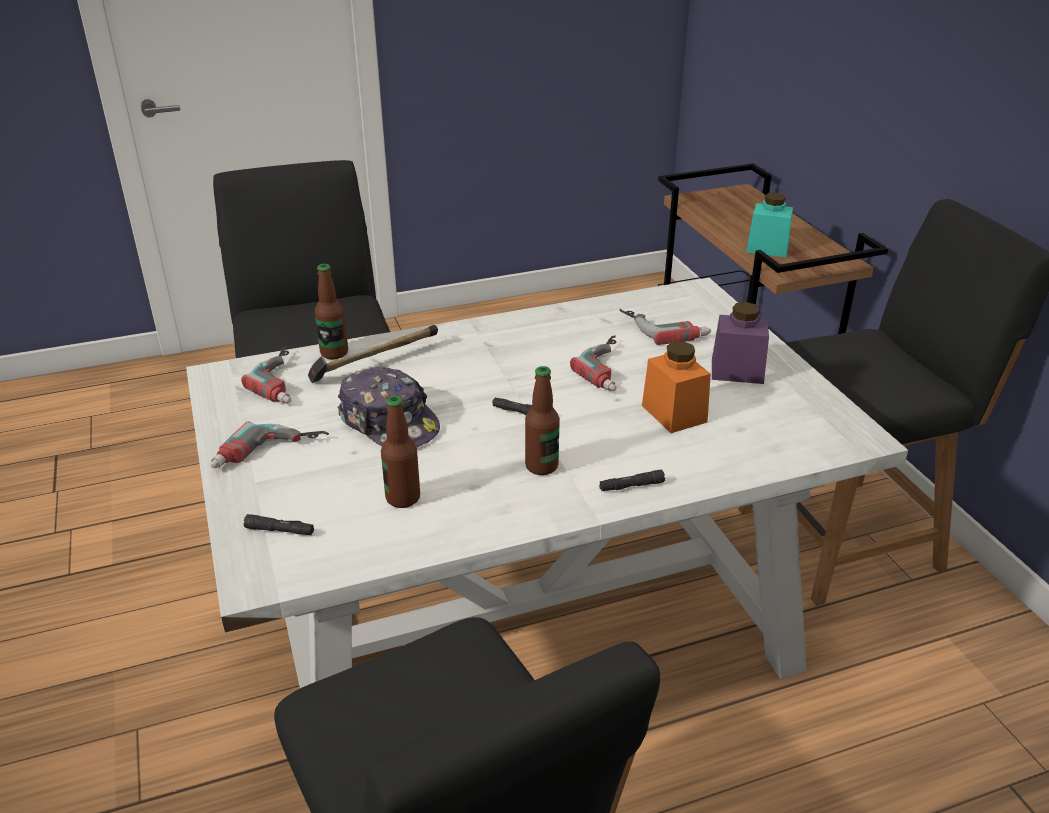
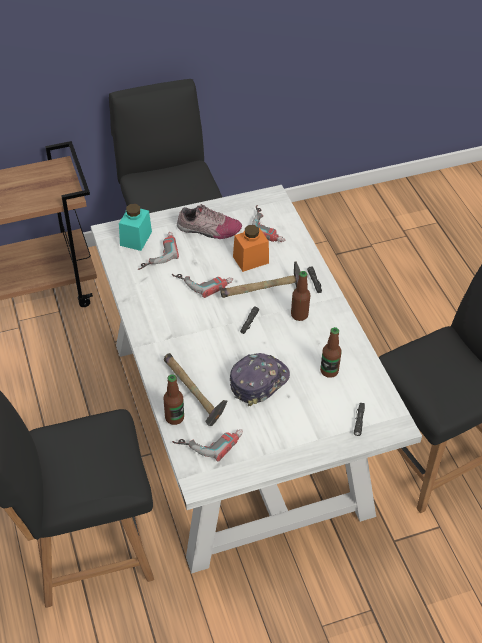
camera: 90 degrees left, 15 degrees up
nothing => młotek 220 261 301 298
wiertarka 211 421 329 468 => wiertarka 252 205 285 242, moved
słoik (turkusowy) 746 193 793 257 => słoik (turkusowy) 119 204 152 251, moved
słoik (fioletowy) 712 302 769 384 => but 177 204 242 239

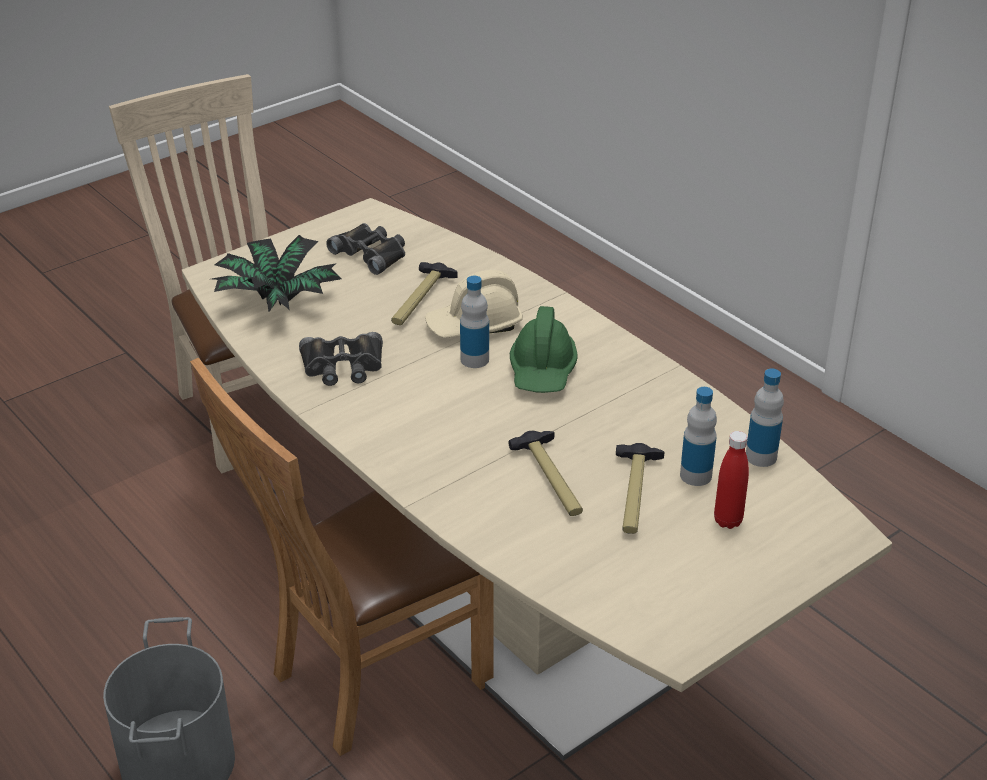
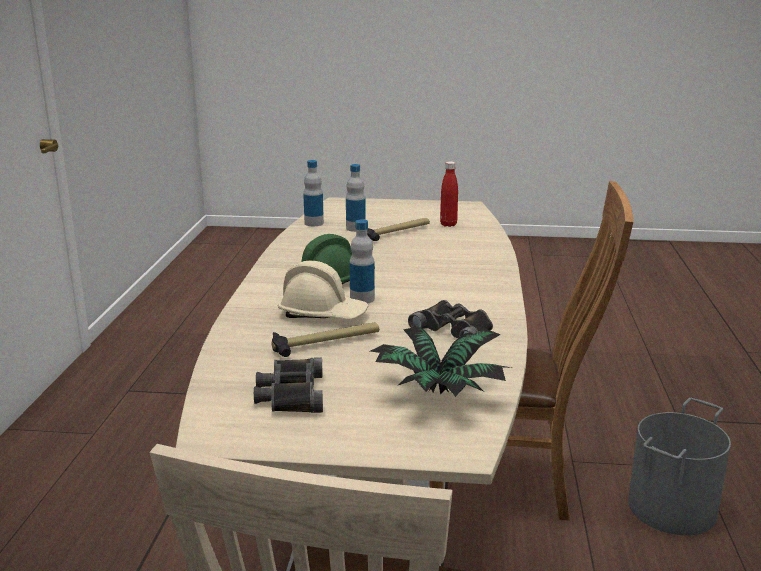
camera: 135 degrees left, 15 degrees down
młotek 508 431 583 516 => nothing
butelka (czerwony) 714 431 749 529 => butelka (czerwony) 440 161 458 227, moved

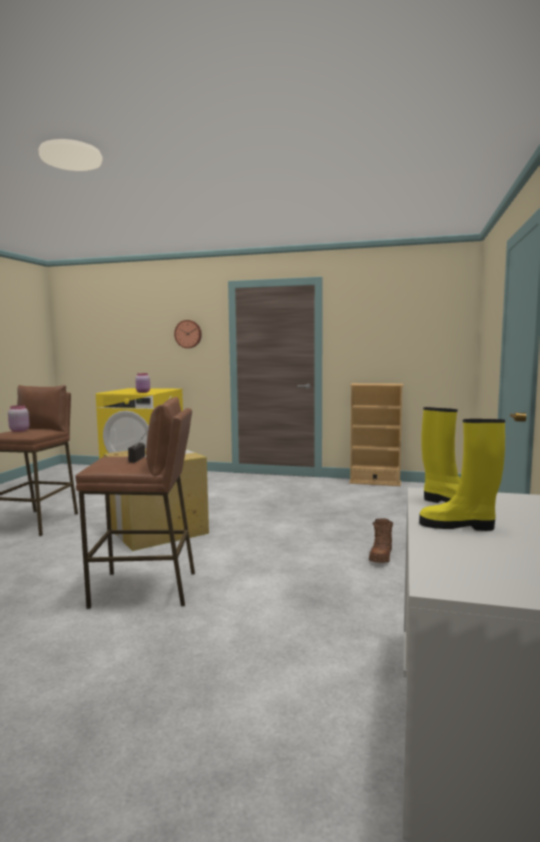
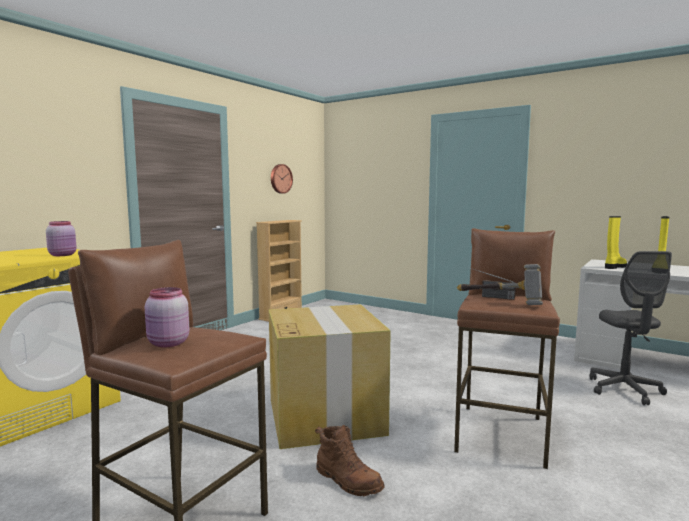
camera: 70 degrees left, 0 degrees up
nothing => młotek 457 264 543 305
nothing => krzesło biurowe (szary) 589 251 672 405
zegar ścienny 174 320 202 348 => zegar ścienny 271 164 293 194, moved
but z cholewką (brązowy) 369 518 393 563 => but z cholewką (brązowy) 315 425 385 496, moved

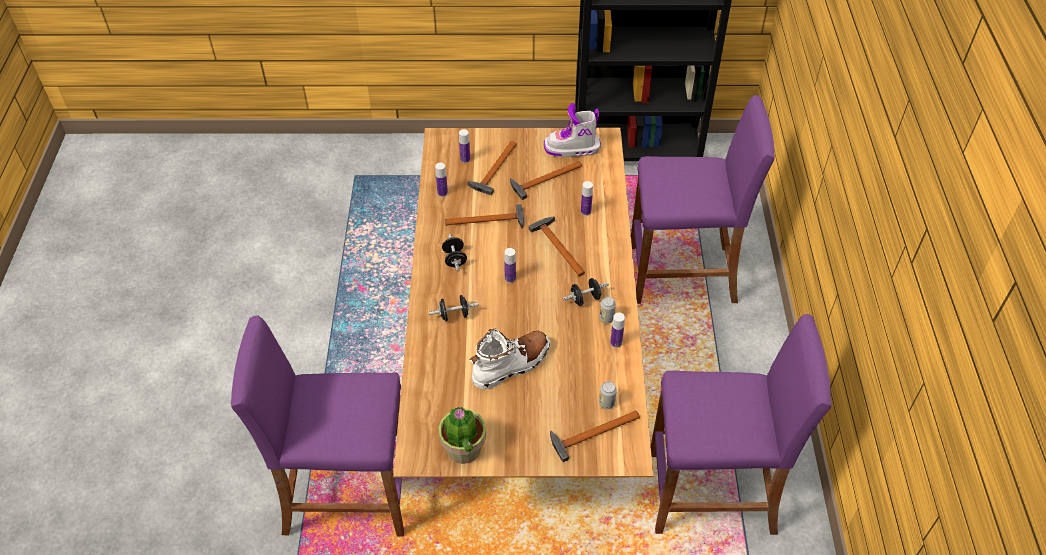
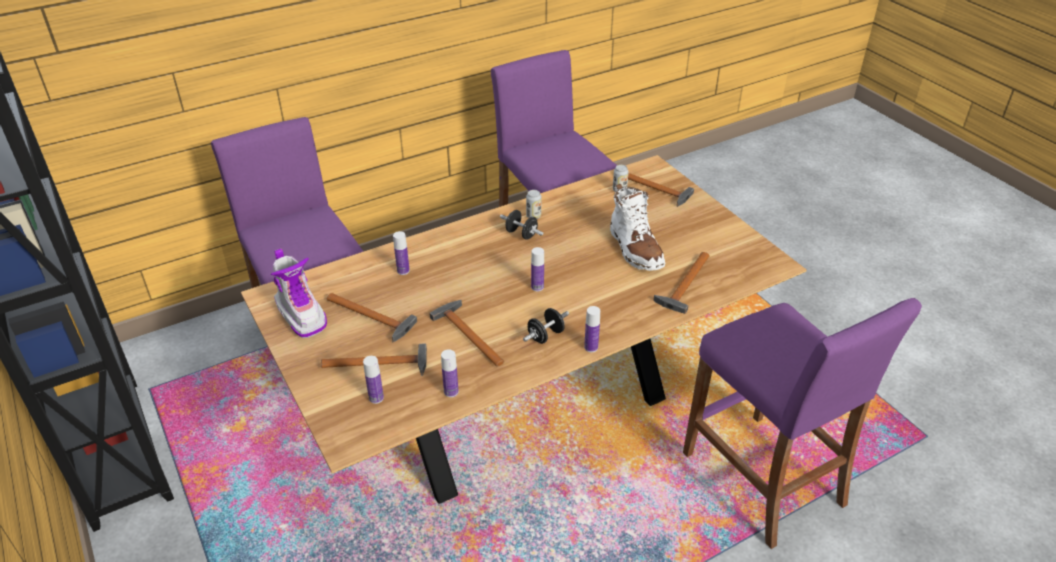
camera: 120 degrees left, 10 degrees down
hantel (czarny) 429 295 479 322 => nothing
roślina doniczkowa 438 407 486 464 => nothing
młotek 528 216 585 276 => młotek 653 252 710 314, moved
butelka 610 312 625 348 => butelka 584 306 600 352, moved
but z cholewką (biały) 470 328 550 390 => but z cholewką (biały) 610 184 665 271, 135 degrees counterclockwise

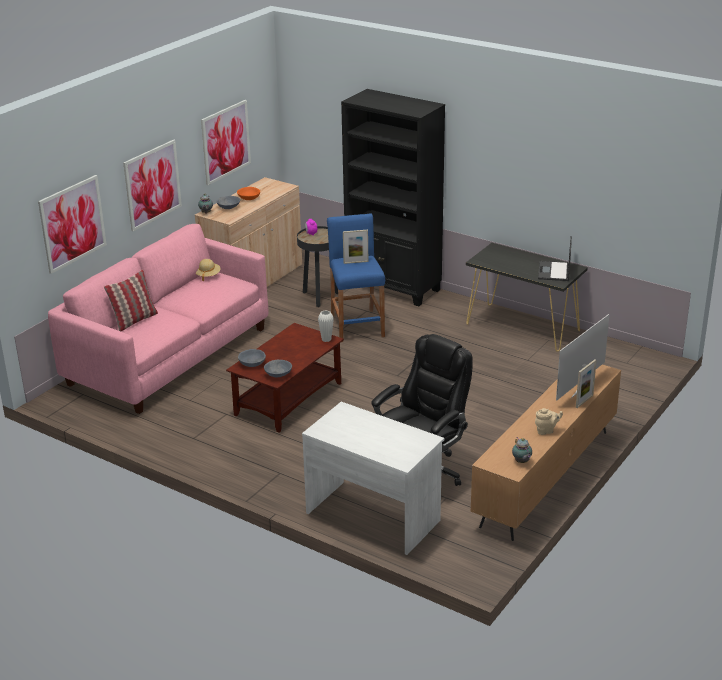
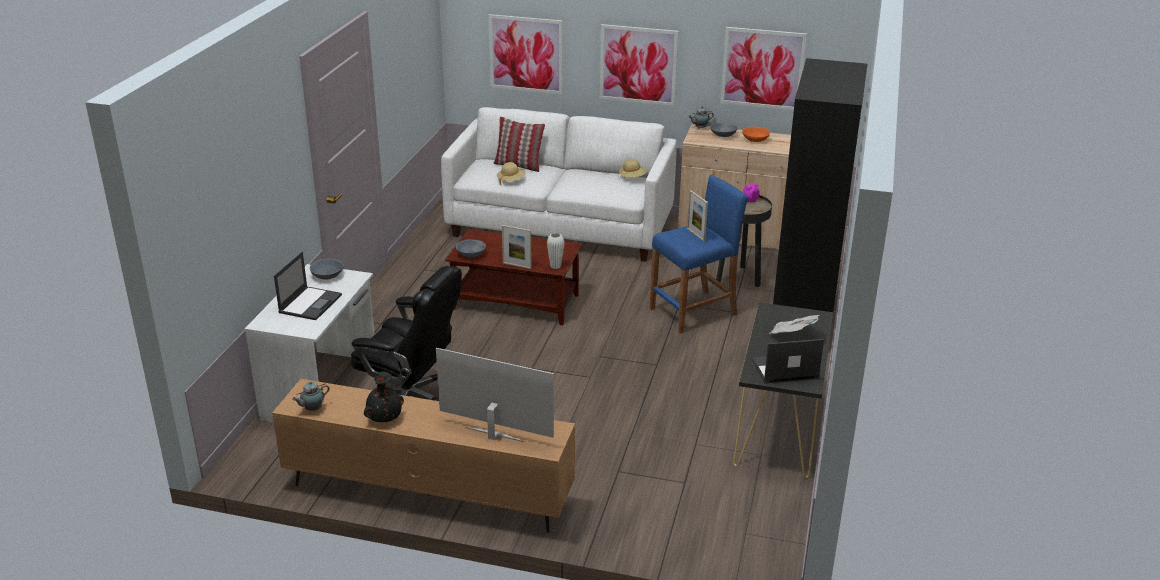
camera: 70 degrees right, 0 degrees up
nothing => laptop 274 252 342 320
nothing => kapelusz (beżowy) 497 162 526 185
nothing => gazeta 769 315 819 334
miska (szary) 238 349 266 367 => miska (szary) 310 259 344 280, moved
ramka na zdjęcie 576 359 597 408 => ramka na zdjęcie 502 225 532 269, moved
imbryk (beżowy) 535 408 563 435 => wazon (czarny) 364 371 404 422
kanapa (różowy) 48 224 268 414 => kanapa (biały) 441 107 677 262

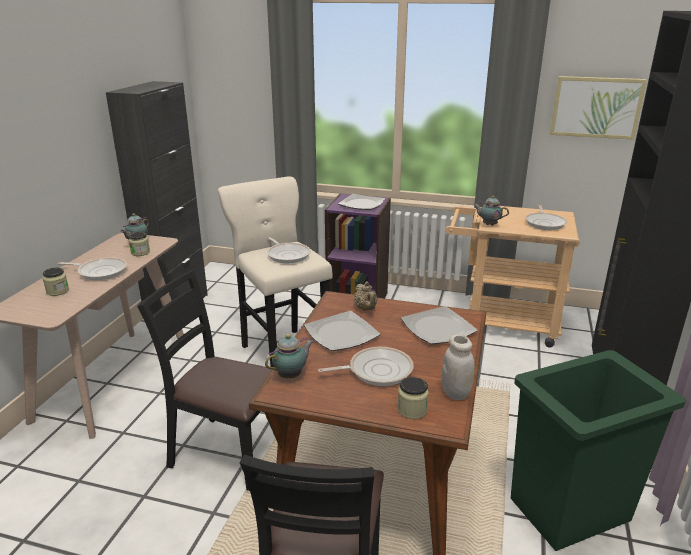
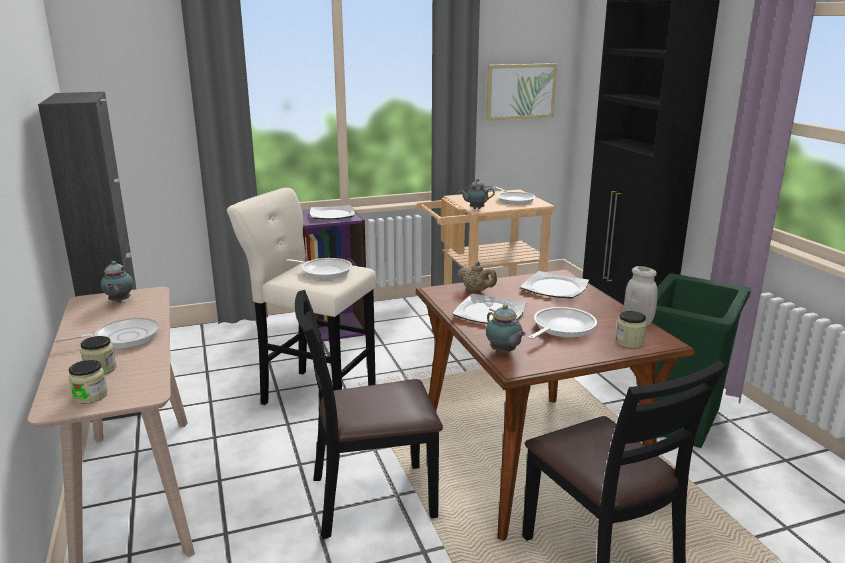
camera: 35 degrees left, 5 degrees down
słoik 129 232 150 256 => słoik 68 360 108 404, moved
imbryk 265 334 314 378 => imbryk 486 304 526 354, 135 degrees clockwise

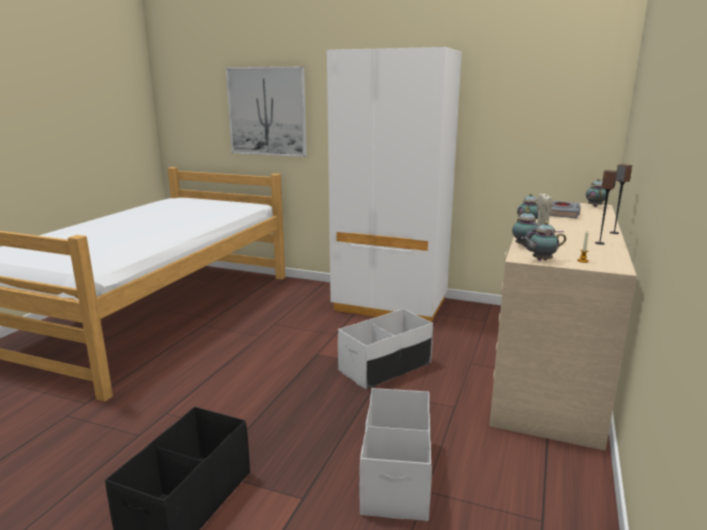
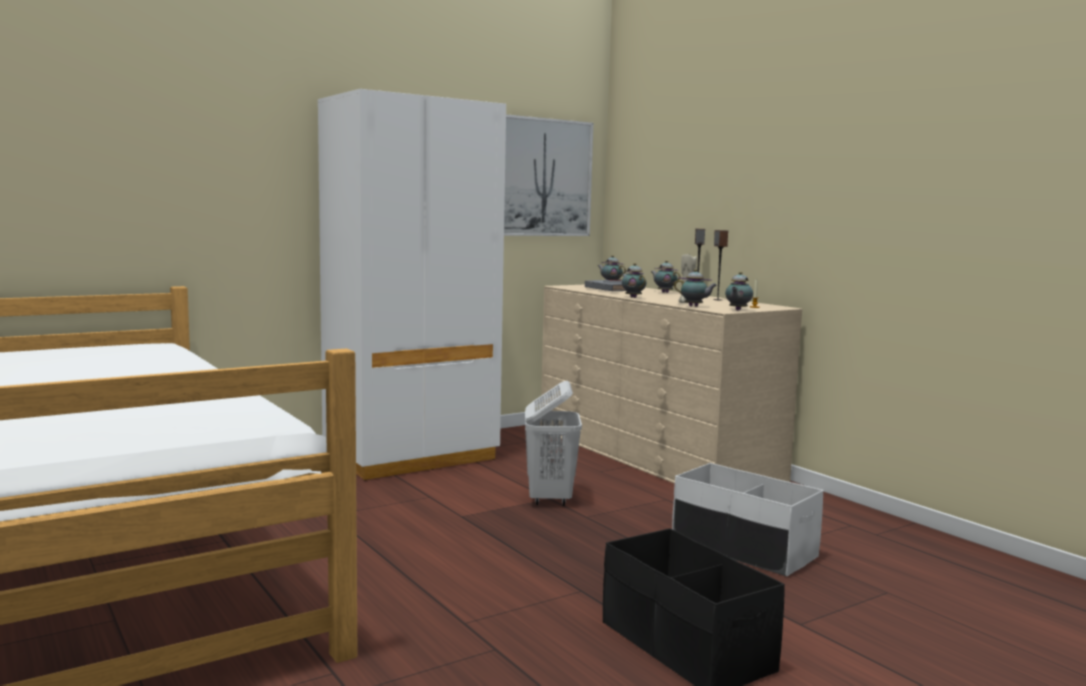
camera: 55 degrees left, 10 degrees down
nothing => imbryk 651 260 680 293
obraz 226 67 307 157 => obraz 504 114 593 236, moved
pojemnik do przechowywania (biały) 338 309 433 389 => kosz na pranie (biały) 525 381 582 506

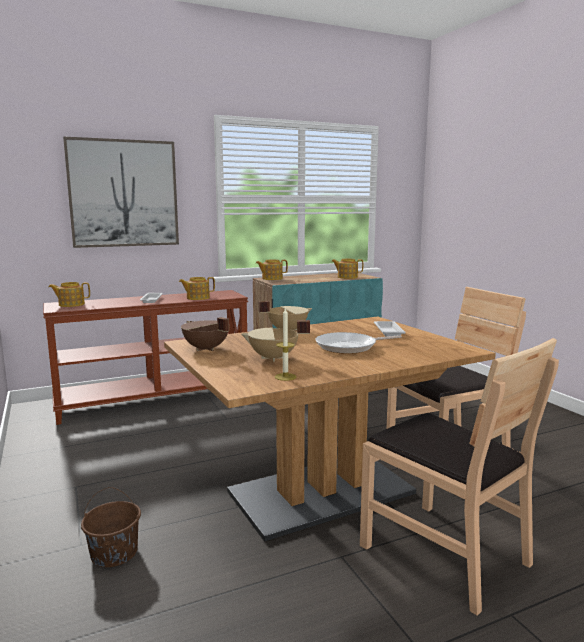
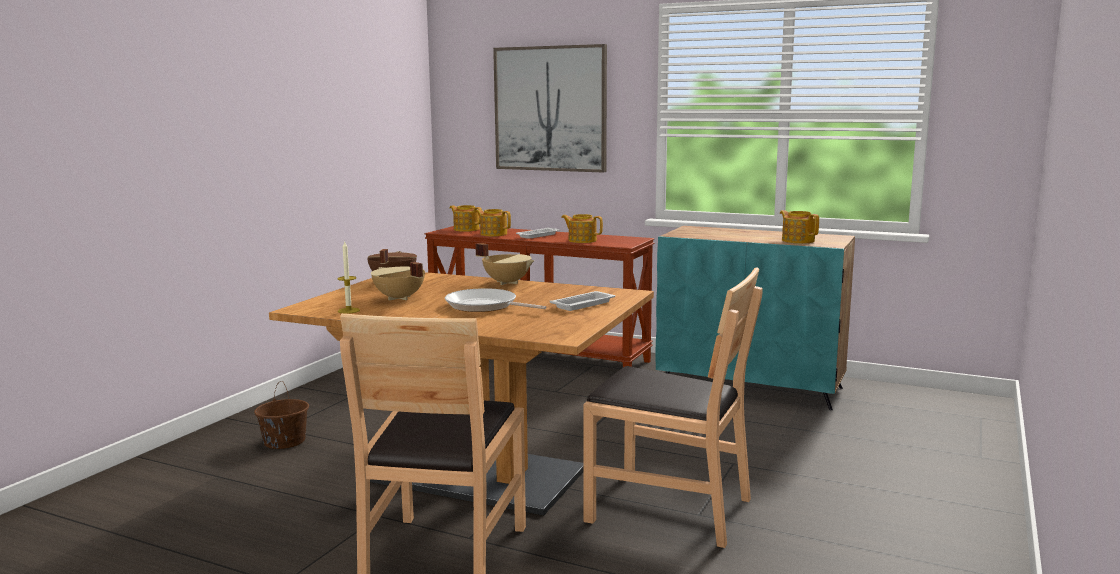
camera: 50 degrees right, 0 degrees up
imbryk 256 259 288 280 => imbryk 475 209 511 237, moved

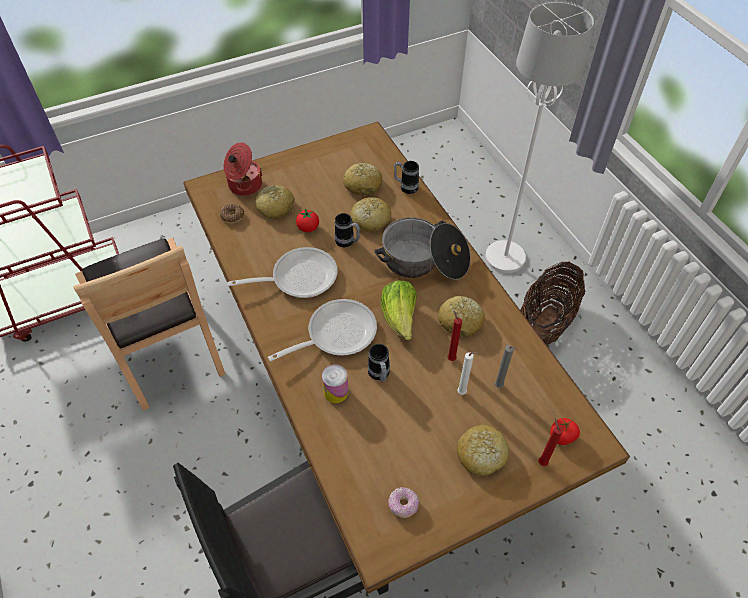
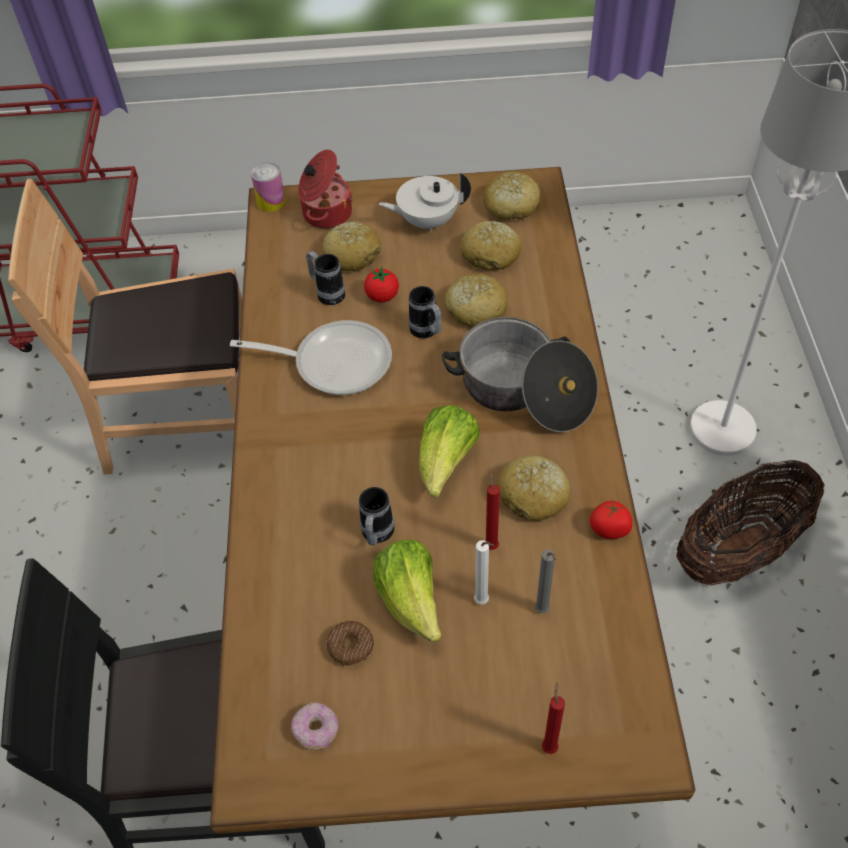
camera: 25 degrees right, 0 degrees up
patelnia 268 299 377 361 => nothing
nothing => sałata 373 540 441 642
nothing => imbryk (biały) 379 173 471 231
donut 220 204 244 224 => donut 327 621 374 666, moved
puszka 322 364 348 403 => puszka 251 162 286 212, moved
kubek 394 161 419 194 => kubek 306 251 345 305, moved
chleb 457 425 509 476 => chleb 483 171 540 220, moved
pomidor 550 418 580 445 => pomidor 590 499 632 539, moved
krzesło (brązowy) 73 237 225 411 => krzesło (brązowy) 8 179 242 475, 90 degrees clockwise

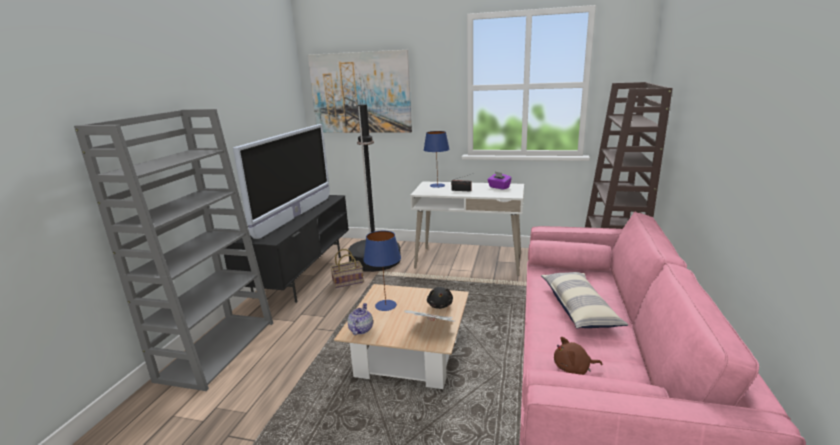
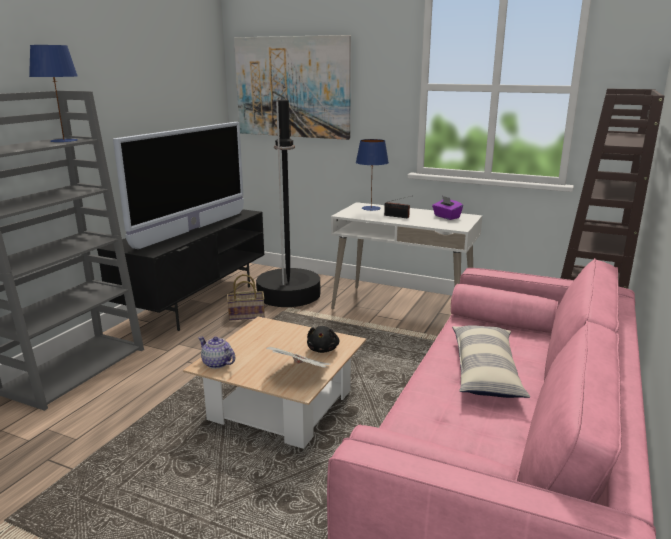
camera: 10 degrees right, 0 degrees up
pluszak (brązowy) 554 337 602 375 => nothing
lampa stołowa (niebieski) 363 231 401 311 => lampa stołowa (niebieski) 29 45 78 142, moved
imbryk 347 303 373 335 => imbryk 198 337 235 369, 75 degrees counterclockwise

